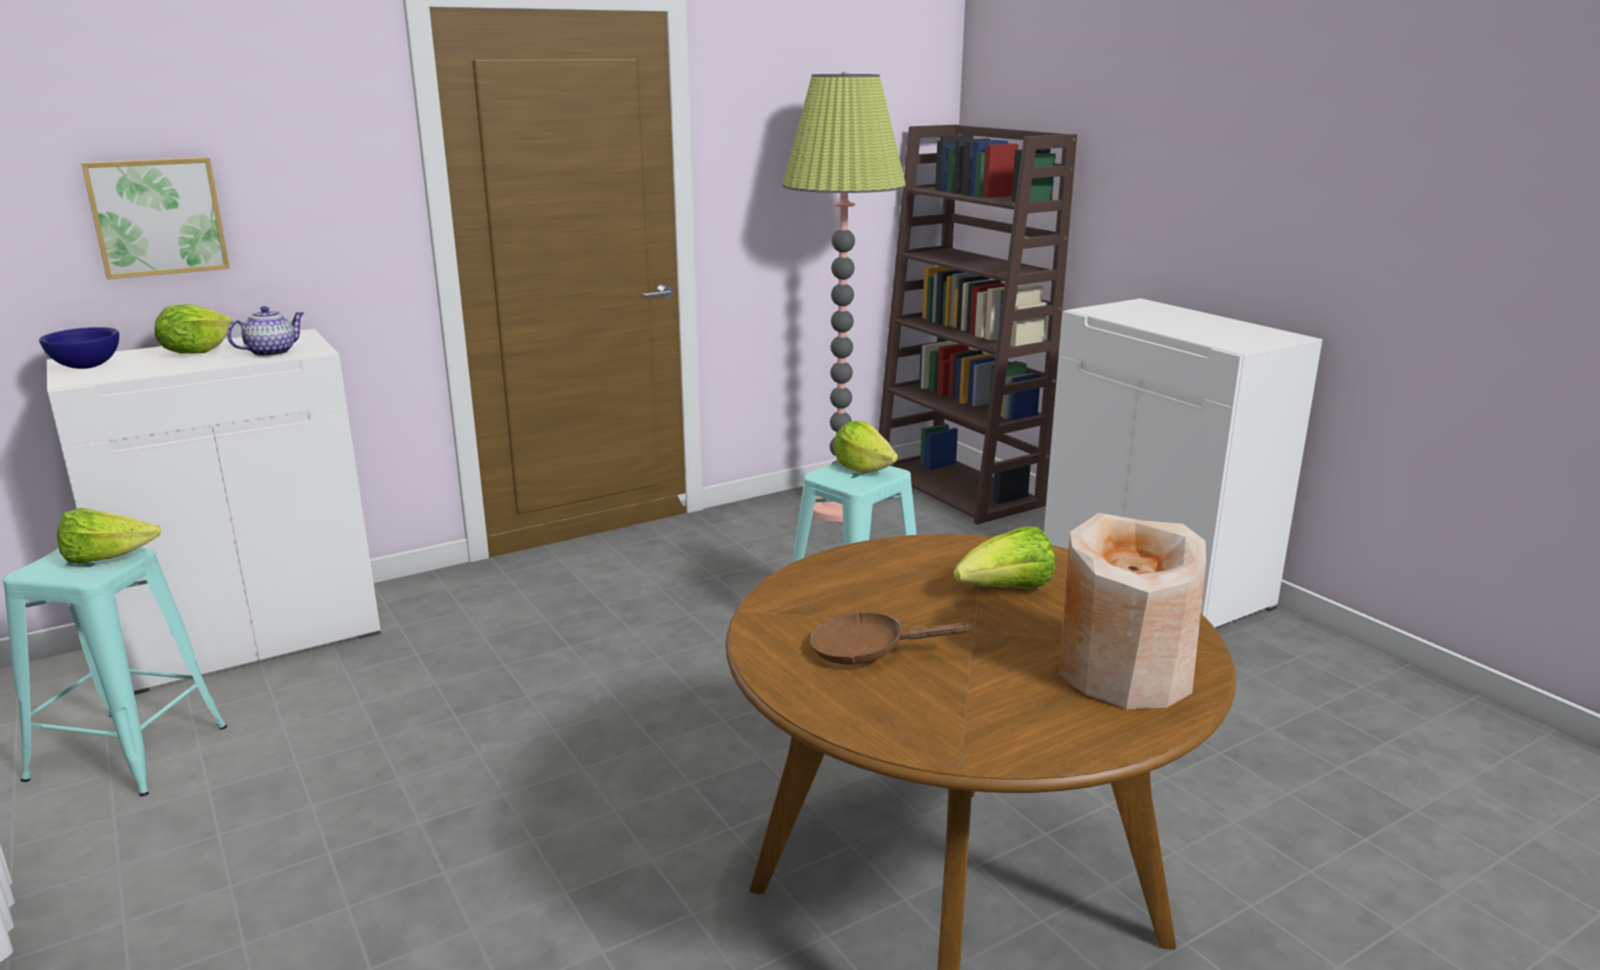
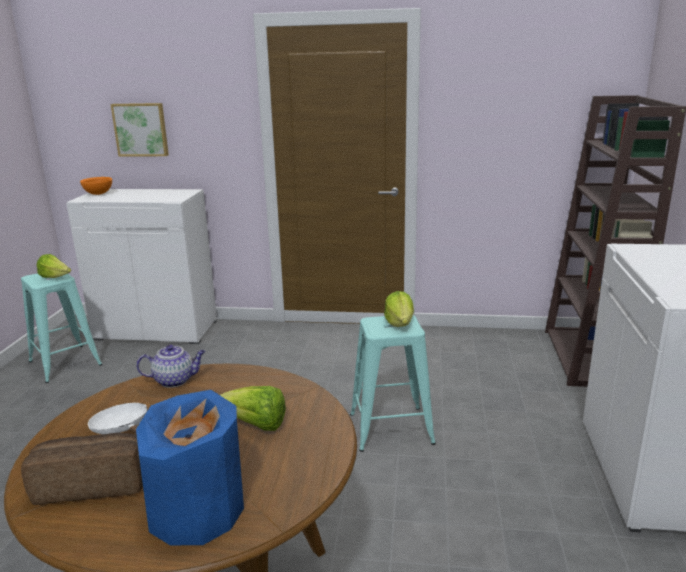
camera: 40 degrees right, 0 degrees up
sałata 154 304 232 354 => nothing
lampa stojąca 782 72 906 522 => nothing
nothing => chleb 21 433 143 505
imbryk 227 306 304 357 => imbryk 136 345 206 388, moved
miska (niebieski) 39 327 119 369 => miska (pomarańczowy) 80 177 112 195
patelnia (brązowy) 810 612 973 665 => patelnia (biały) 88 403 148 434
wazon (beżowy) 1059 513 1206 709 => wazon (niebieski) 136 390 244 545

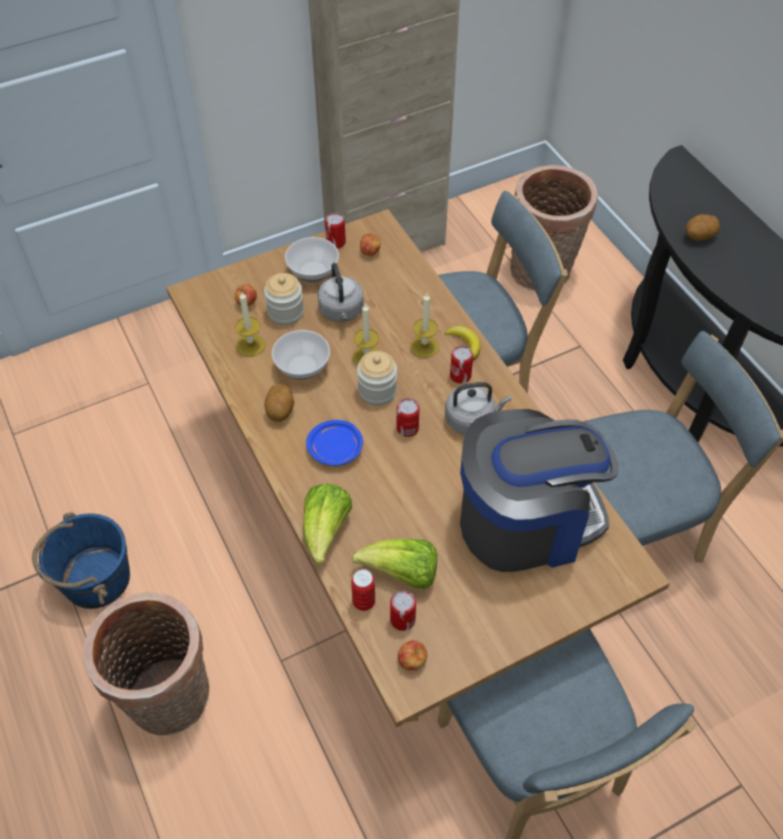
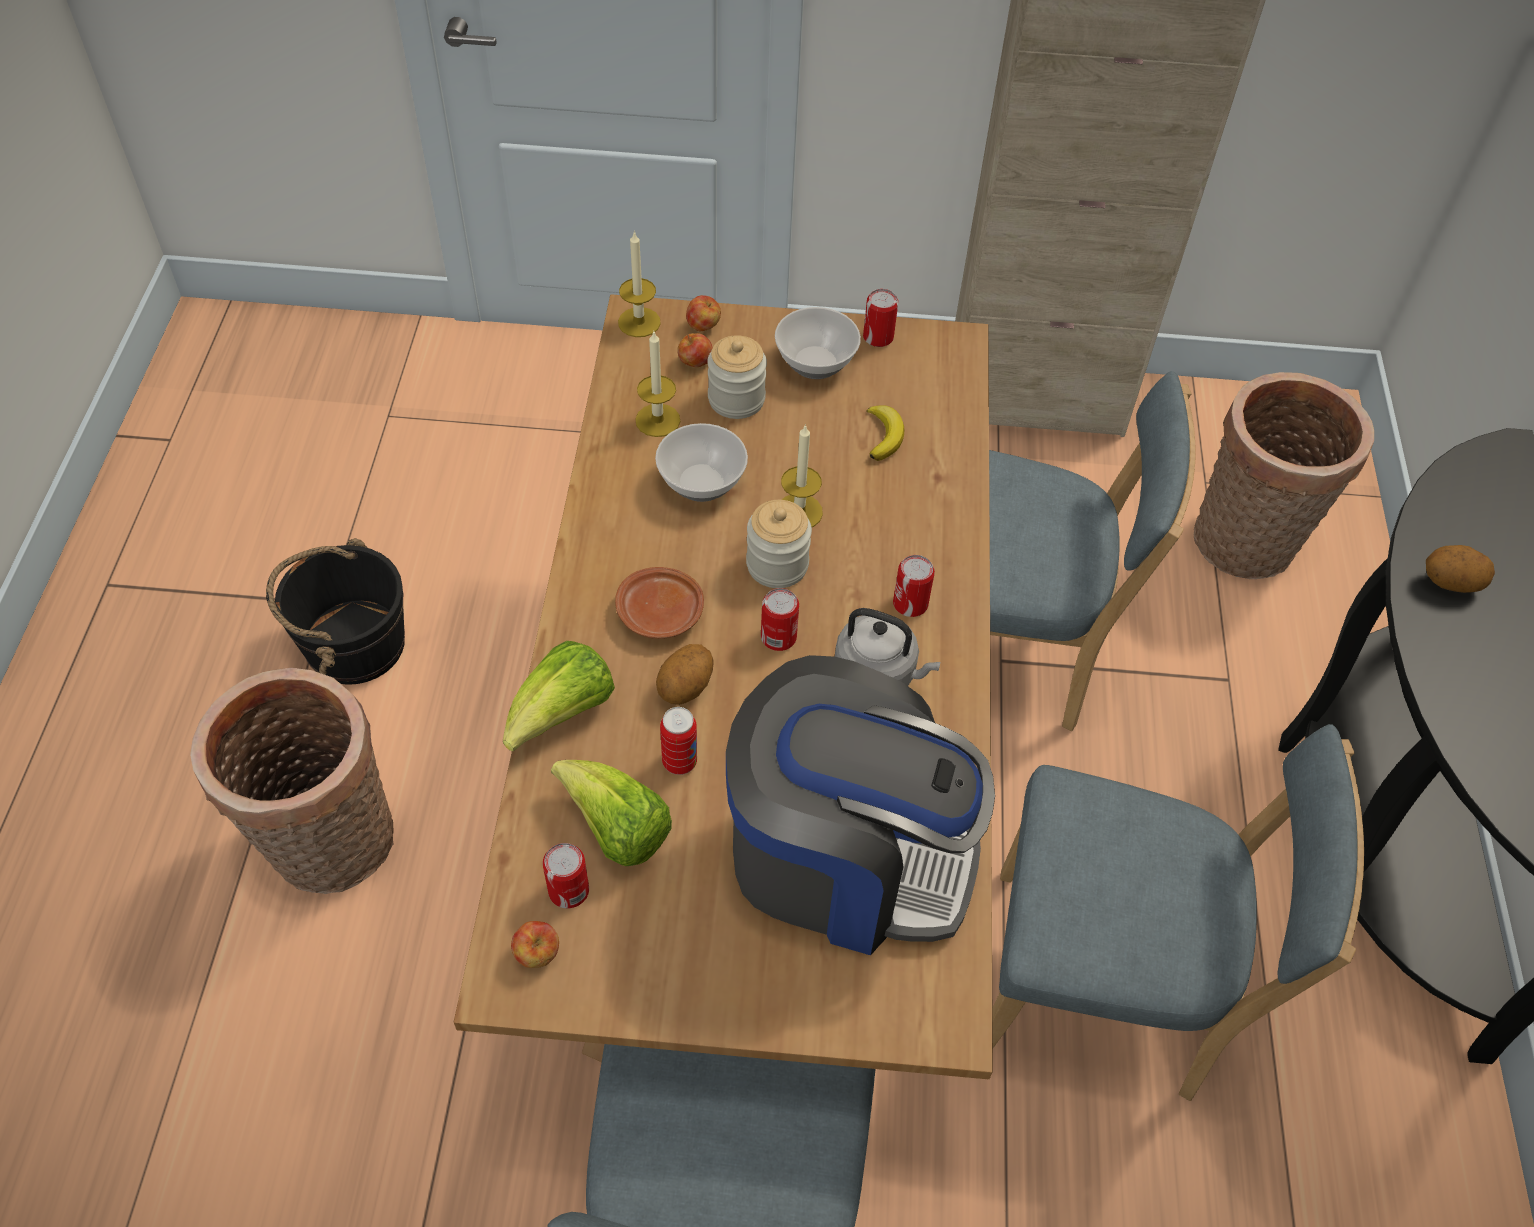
camera: 30 degrees right, 0 degrees up
czajnik (szary) 318 263 364 322 => nothing
ziemniak 264 384 294 421 => ziemniak 656 644 714 705, moved
puszka 351 569 375 611 => puszka 660 707 697 775, moved
jabłko 360 234 381 256 => jabłko 686 295 721 331, moved
świeca 410 293 439 358 => świeca 618 231 661 337, moved
banan 445 326 480 360 => banan 867 405 905 461, moved
wiadro (niebieski) 32 512 130 609 => wiadro (czarny) 266 538 405 685
talerz (niebieski) 306 420 363 466 => talerz (brązowy) 615 567 704 639

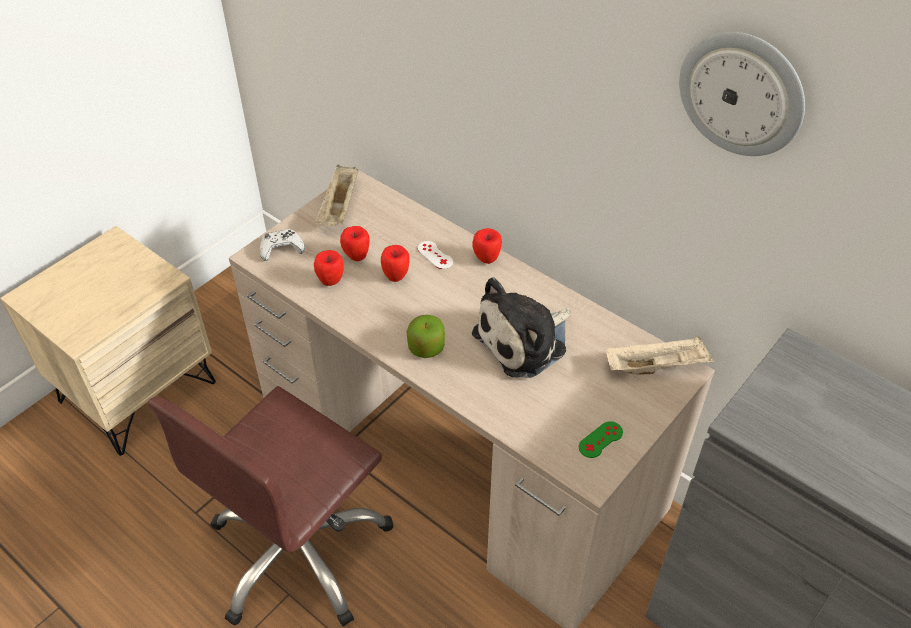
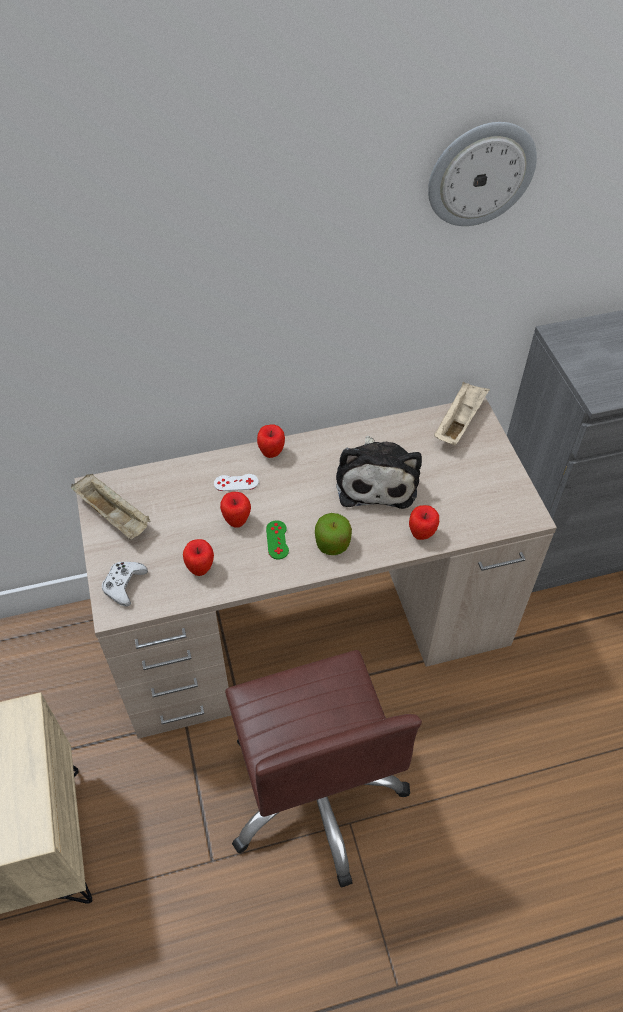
camera: 55 degrees left, 5 degrees up
jabłko 340 226 370 261 => jabłko 409 505 439 540, moved
pad do gier (zielony) 578 421 623 458 => pad do gier (zielony) 266 520 289 559, moved

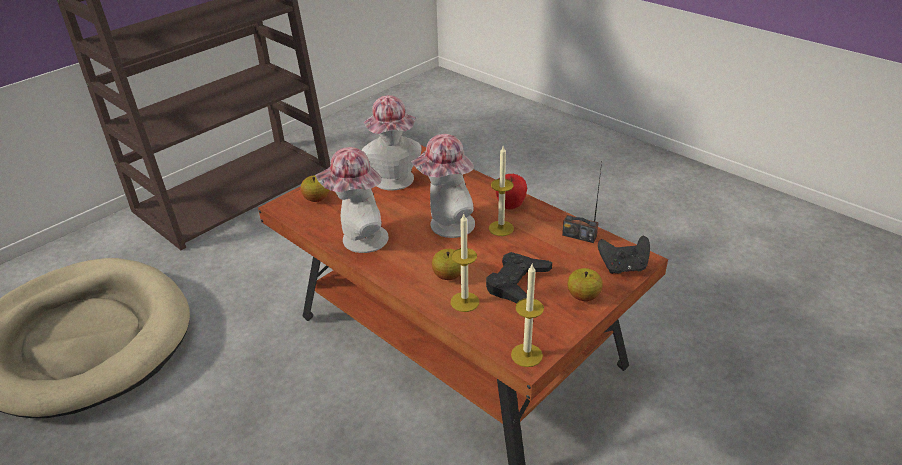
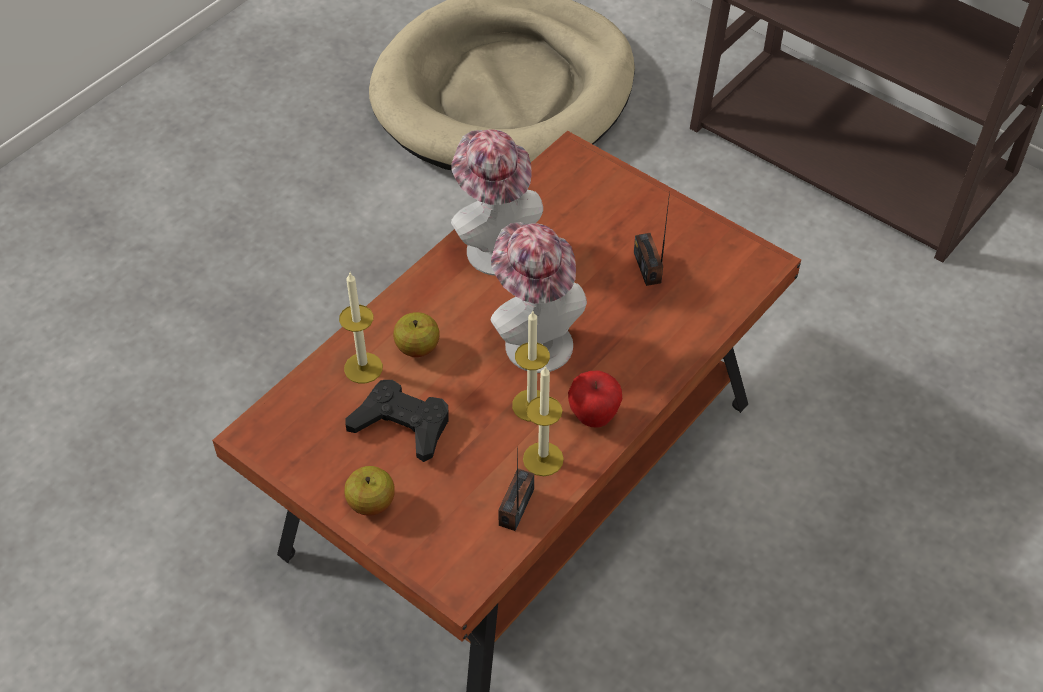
camera: 85 degrees right, 15 degrees up
jabłko 301 175 329 202 => nothing
pad do gier (czarny) 598 235 650 274 => nothing
świeca 511 264 544 367 => świeca 523 366 564 476, moved
kapelusz 362 95 422 191 => radio 634 192 670 286

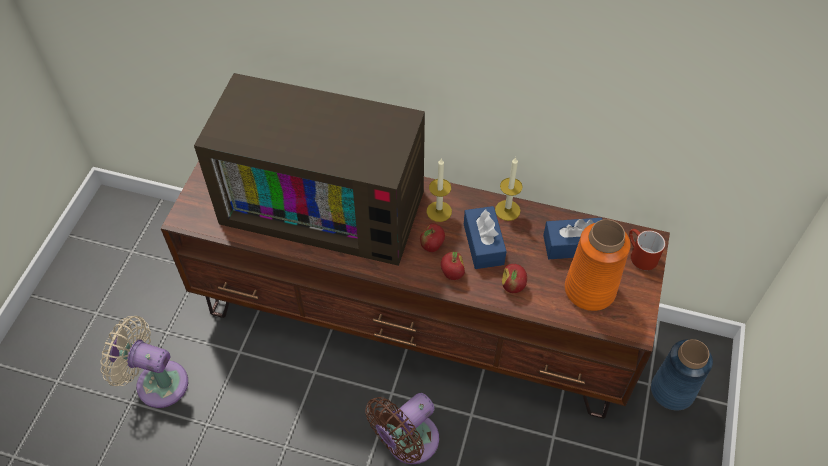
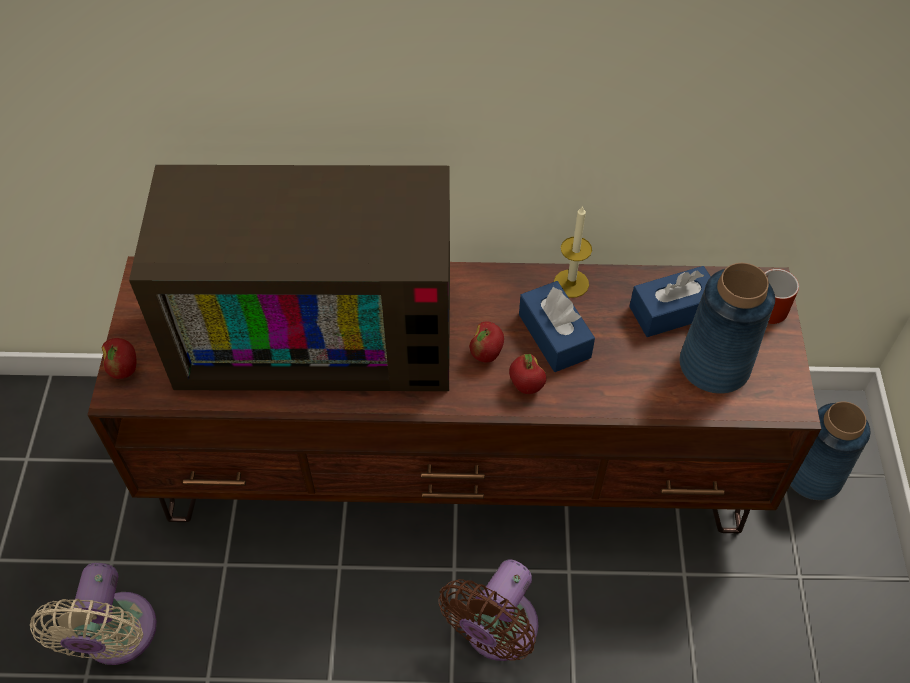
camera: 15 degrees left, 0 degrees up
świeca 427 158 452 222 => nothing
jabłko 502 264 527 293 => jabłko 102 338 136 379, moved
wazon (pomarańczowy) 565 219 631 311 => wazon (niebieski) 680 263 775 394
wentylator (beżowy) 100 316 188 408 => wentylator (beżowy) 30 563 157 665, 90 degrees counterclockwise

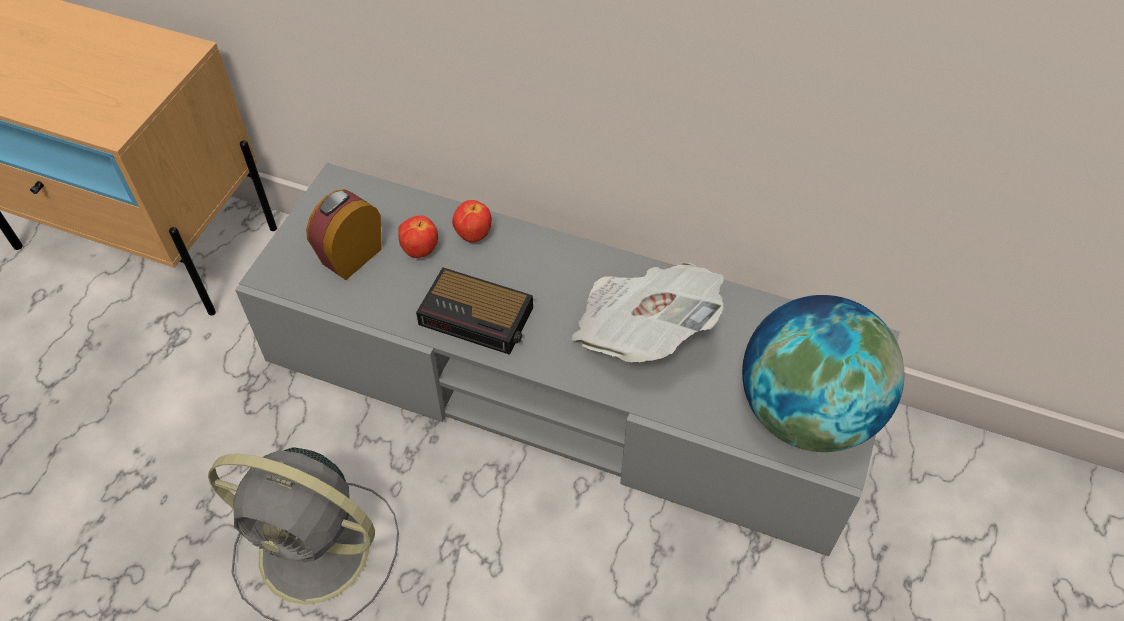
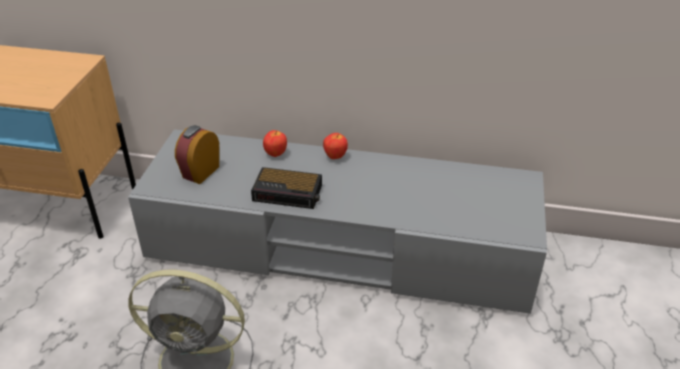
camera: 10 degrees left, 15 degrees down
gazeta 571 263 724 362 => nothing
globus 742 295 904 452 => nothing
jabłko 398 215 438 258 => jabłko 323 133 348 159, moved

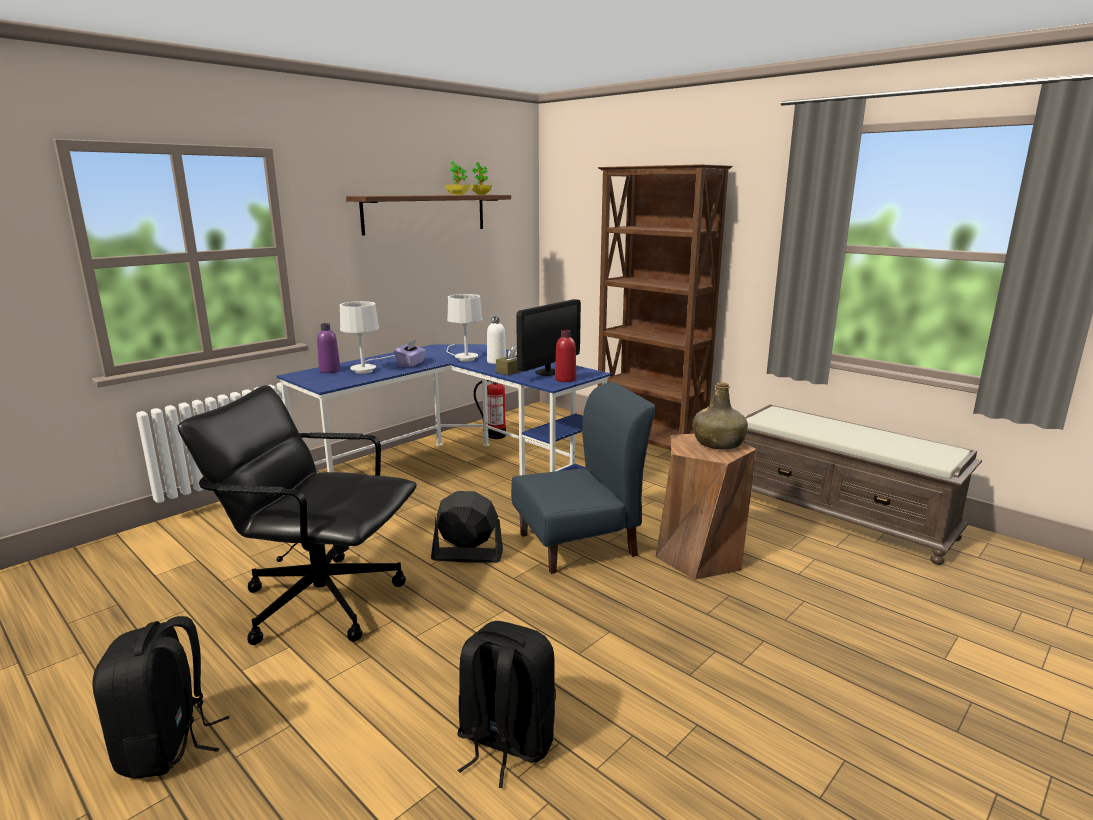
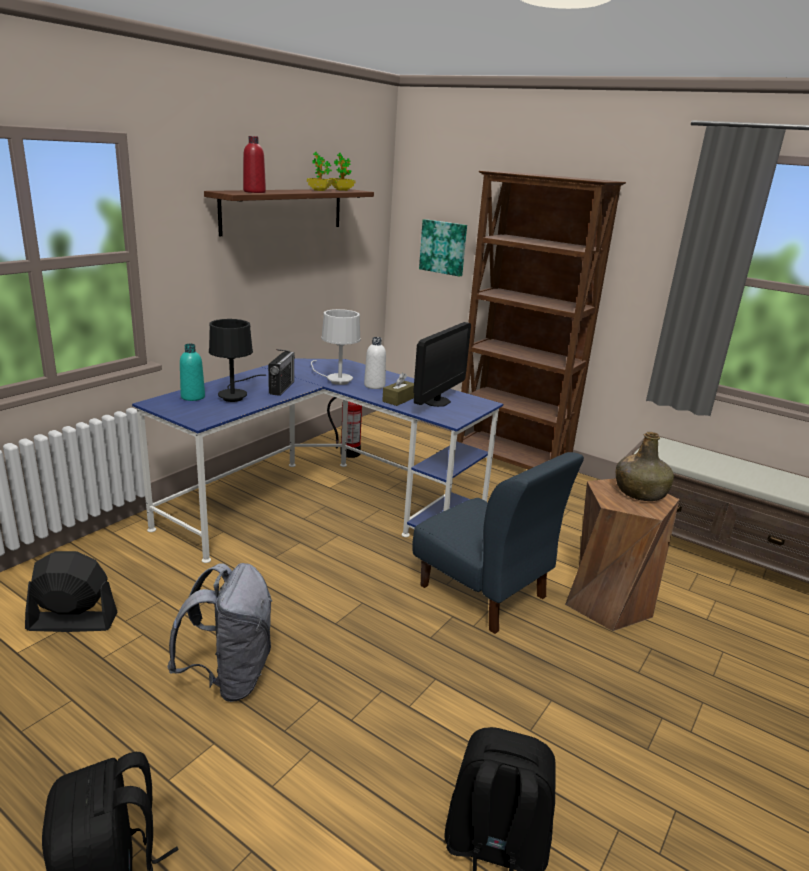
camera: 10 degrees left, 5 degrees up
nothing => obraz 419 219 467 277
wentylator (czarny) 431 491 503 563 => wentylator (czarny) 25 551 117 632, moved
butelka (czerwony) 555 330 576 382 => butelka (czerwony) 243 136 266 193, moved
krzesło biurowe (czarny) 178 385 417 645 => plecak (szary) 167 563 272 702
pudełko chusteczek (fioletowy) 394 339 426 367 => radio 268 349 295 396
butelka (fioletowy) 317 323 341 373 => butelka (turkusowy) 180 344 205 401
lampa stołowa (biały) 339 301 395 374 => lampa stołowa (czarny) 209 319 266 402
krzesło (niebieski) 511 382 656 574 => krzesło (niebieski) 412 452 584 634, 75 degrees clockwise

